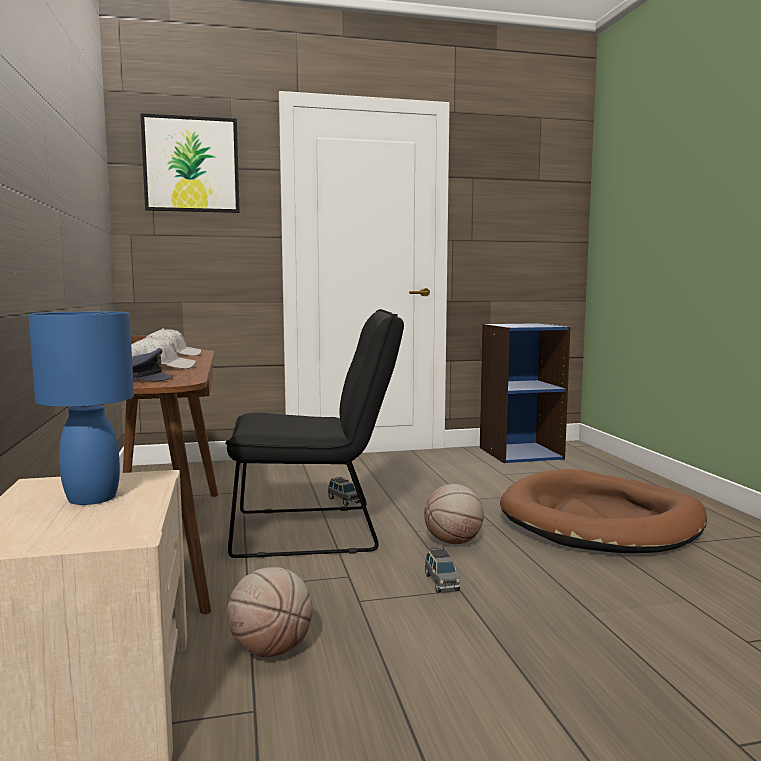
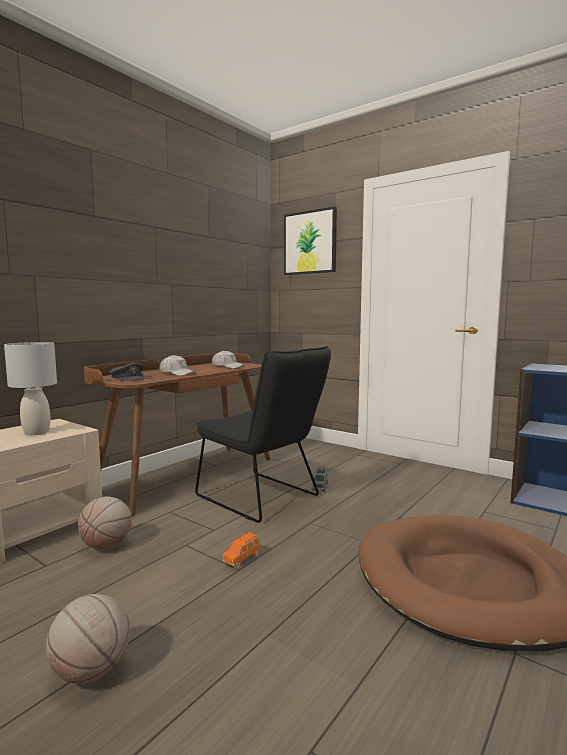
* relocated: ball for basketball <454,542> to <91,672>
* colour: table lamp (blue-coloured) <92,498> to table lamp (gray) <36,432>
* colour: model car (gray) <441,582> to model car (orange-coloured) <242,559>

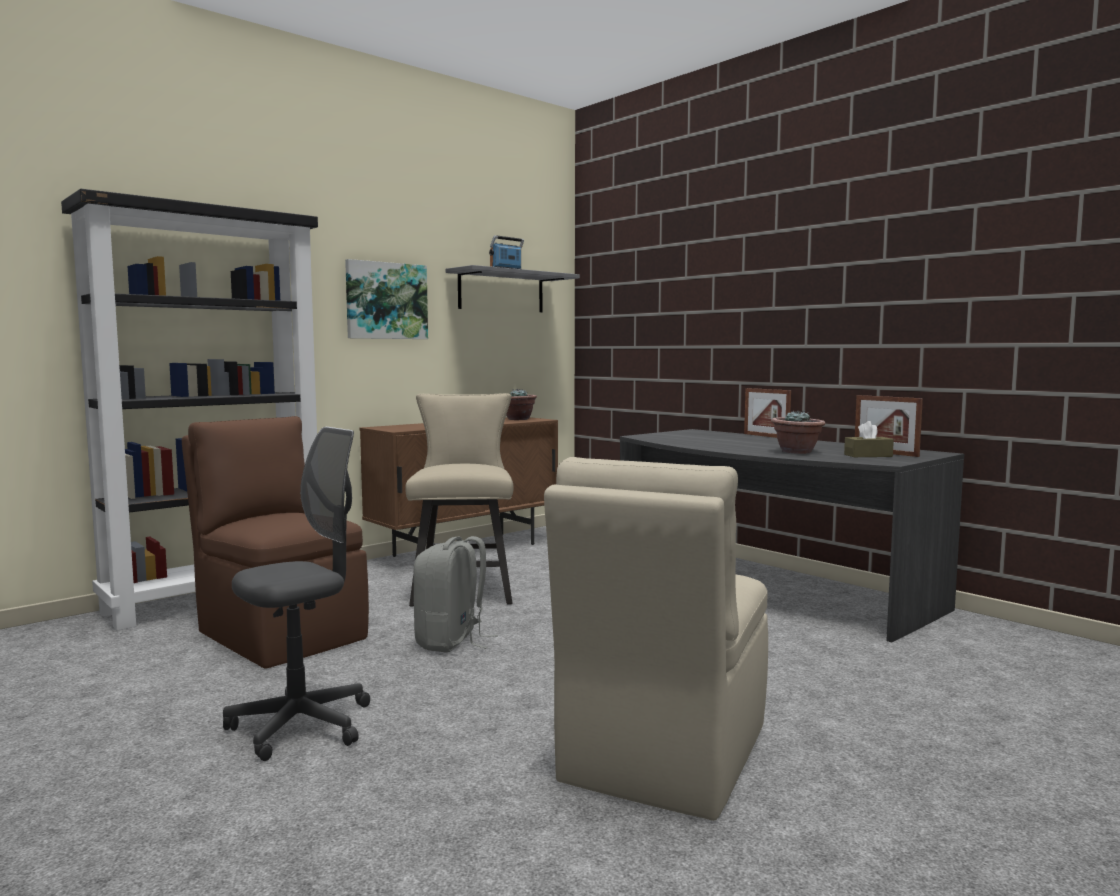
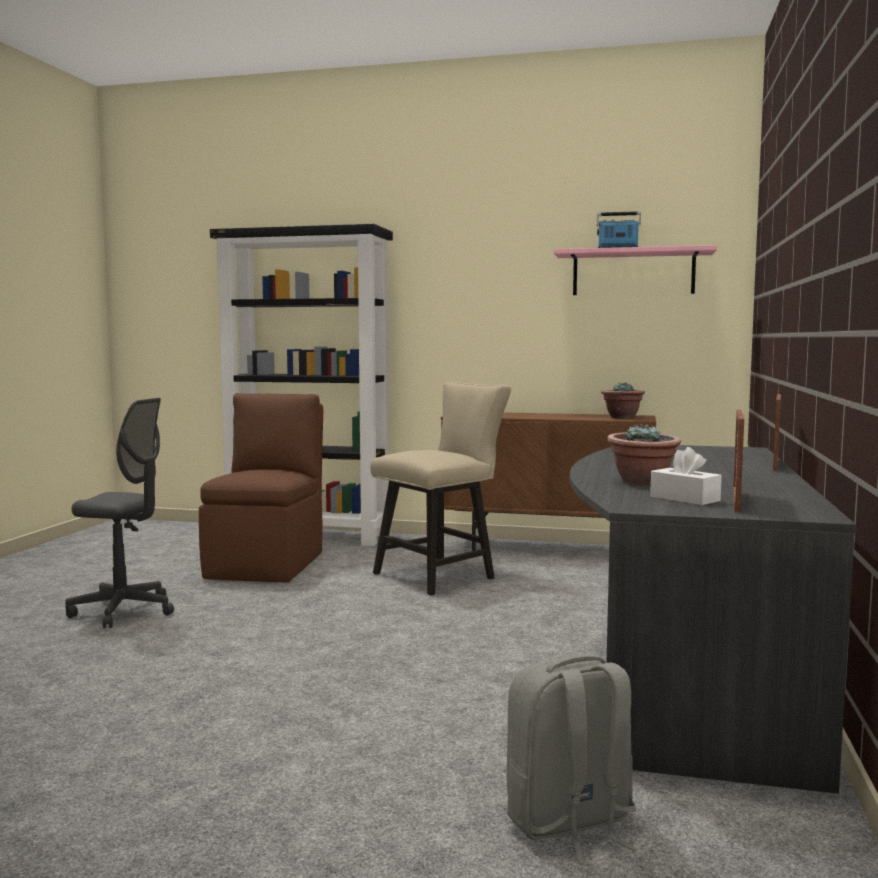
* missing: wall art <386,301>
* missing: plain chair (beige-coloured) <662,756>
* relocated: backpack (gray) <452,642> to <570,823>
* colour: shelf (gray) <501,292> to shelf (pinkish) <633,273>
* colour: tissue box (brown) <868,455> to tissue box (white) <684,498>

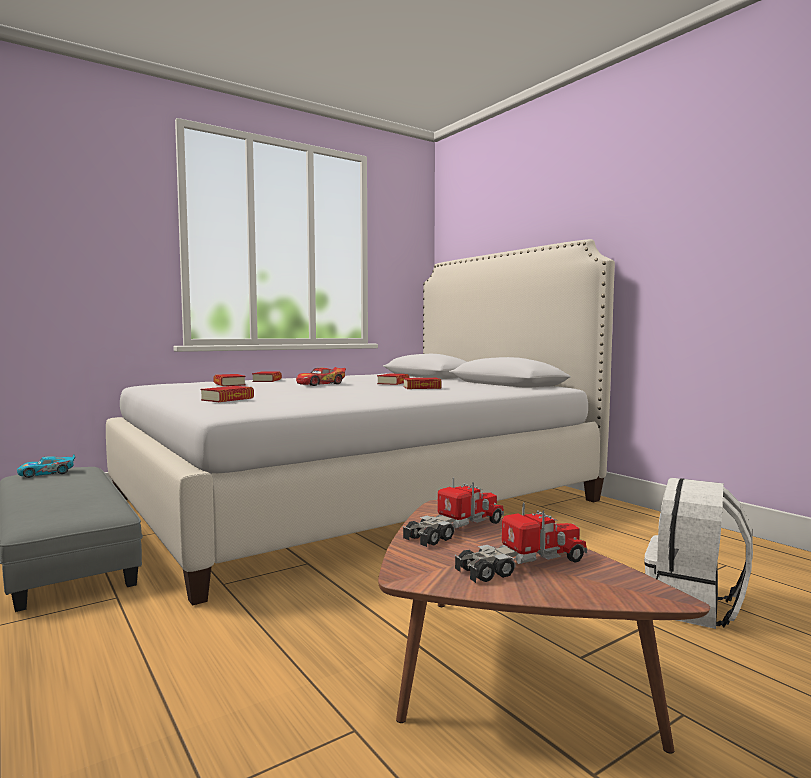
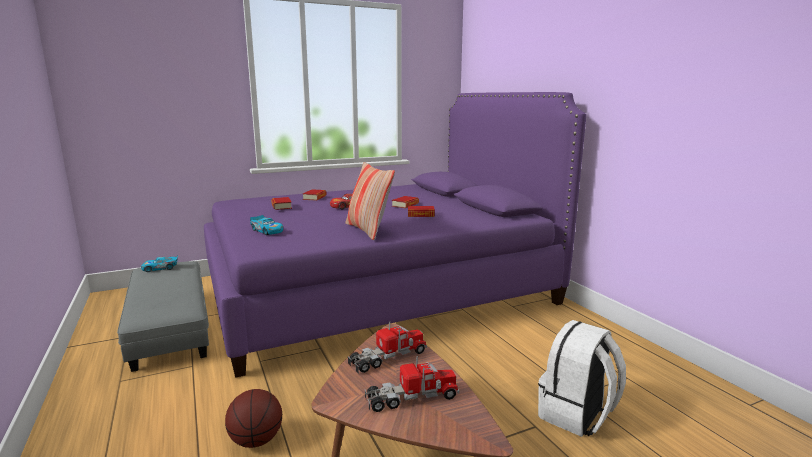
* appeared: ball for basketball <256,440>
* appeared: cushion <368,230>
* exchanged: book <227,399> to model car <267,231>
* colour: sleeping bed (white) <358,499> to sleeping bed (purplish) <378,289>

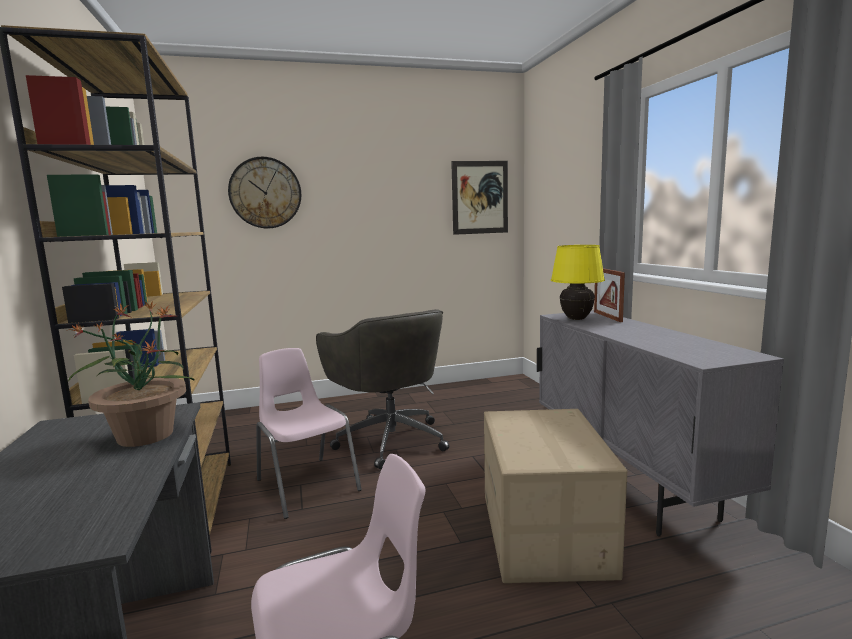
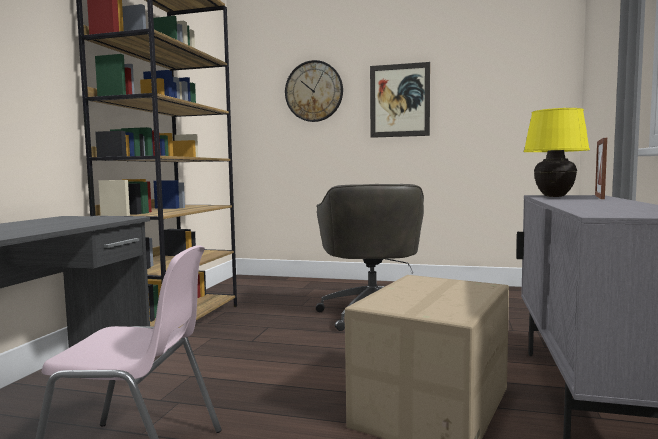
* missing: plant in a pot <145,435>
* missing: plain chair (pinkish) <306,485>
* relocated: wall art <480,197> to <399,100>

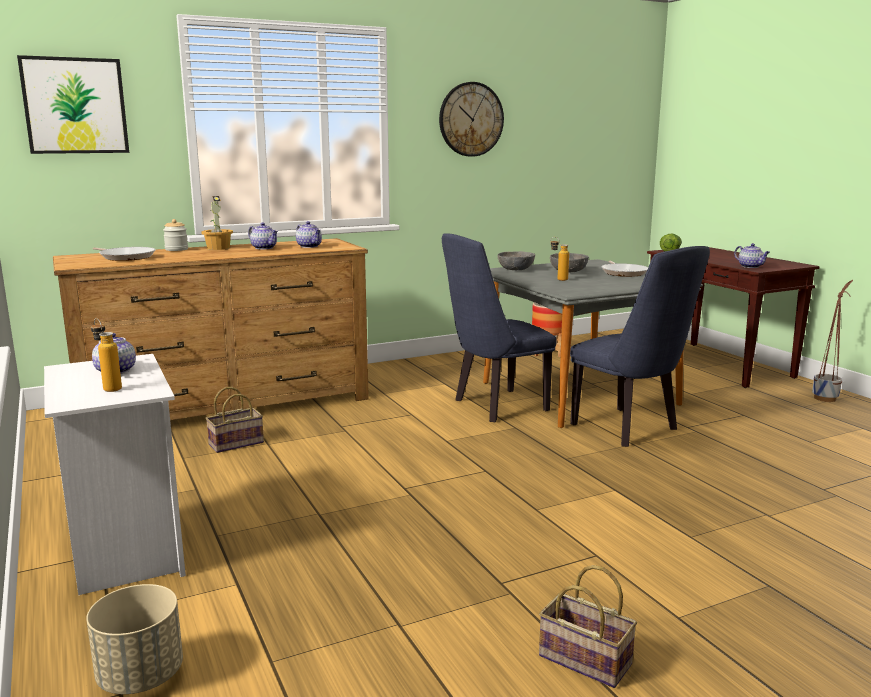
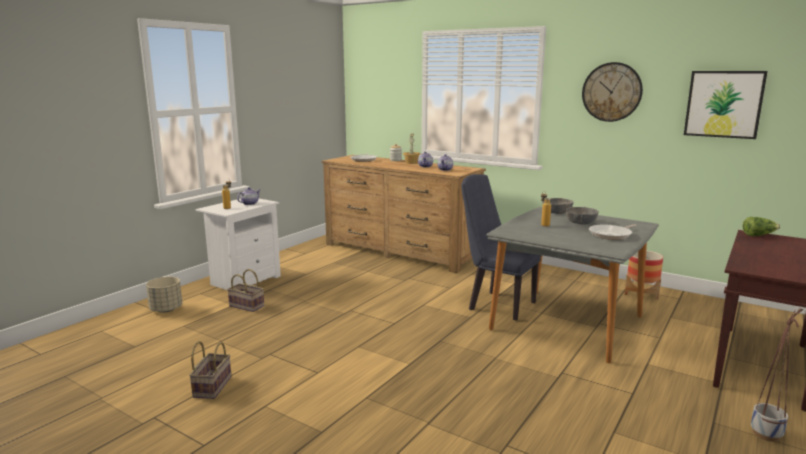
* missing: plain chair (blue-coloured) <630,429>
* missing: tea pot <750,266>
* relocated: wall art <75,106> to <723,104>
* relocated: storage basket <237,443> to <248,306>

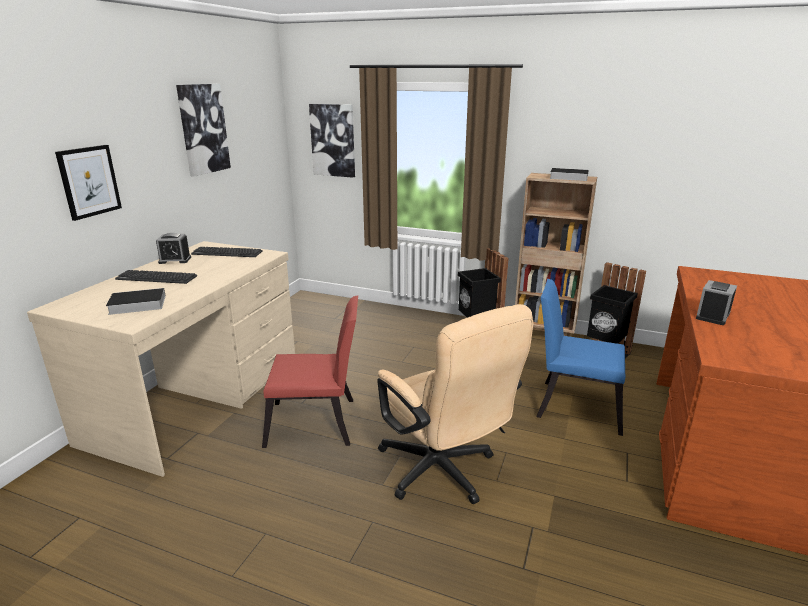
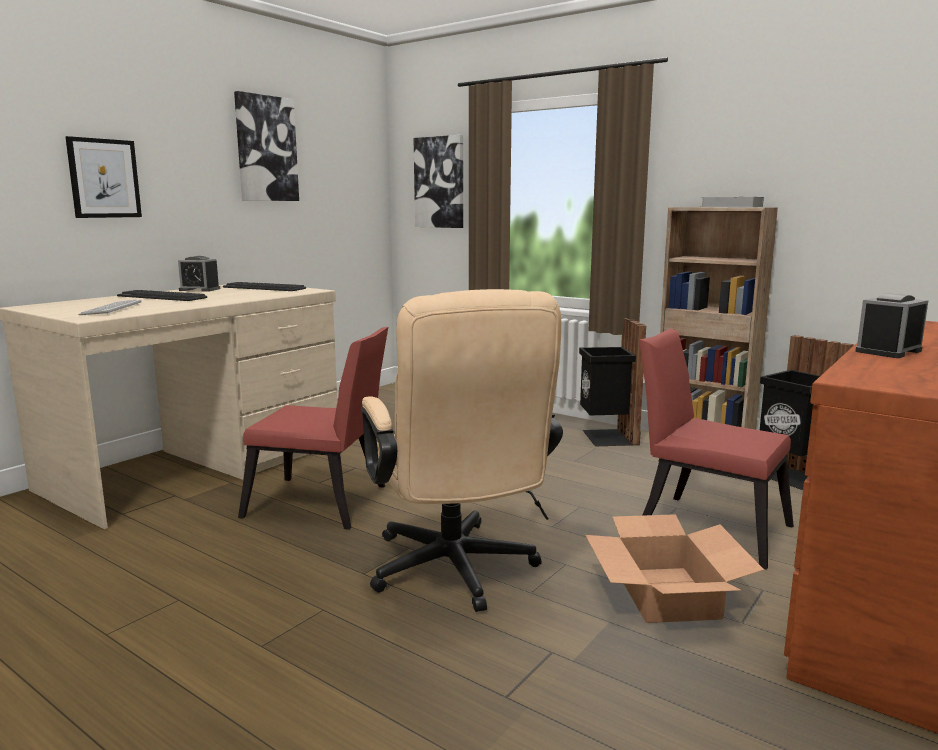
* appeared: cardboard box <666,594>
* exchanged: book <135,305> to keyboard <111,309>
* colour: plain chair (blue-coloured) <573,405> to plain chair (reddish) <705,526>

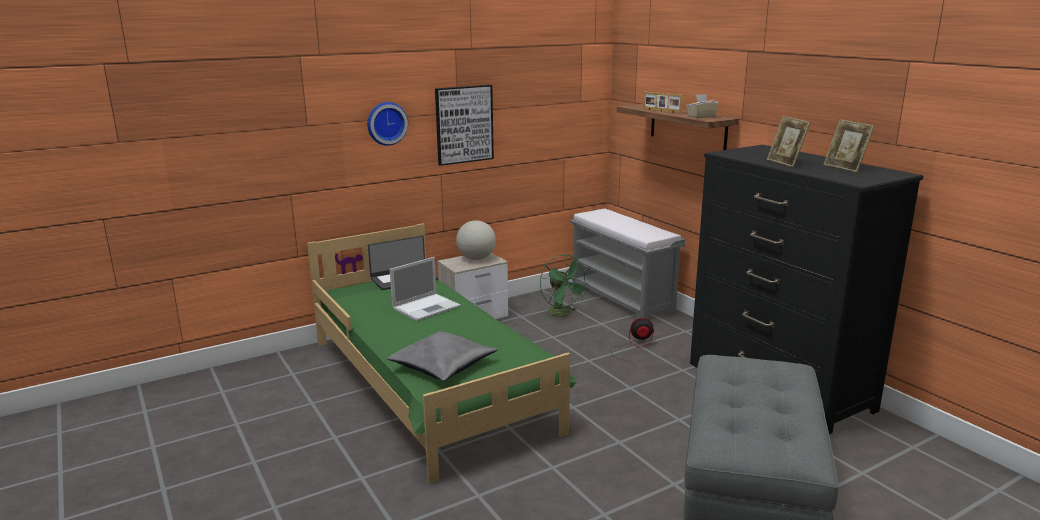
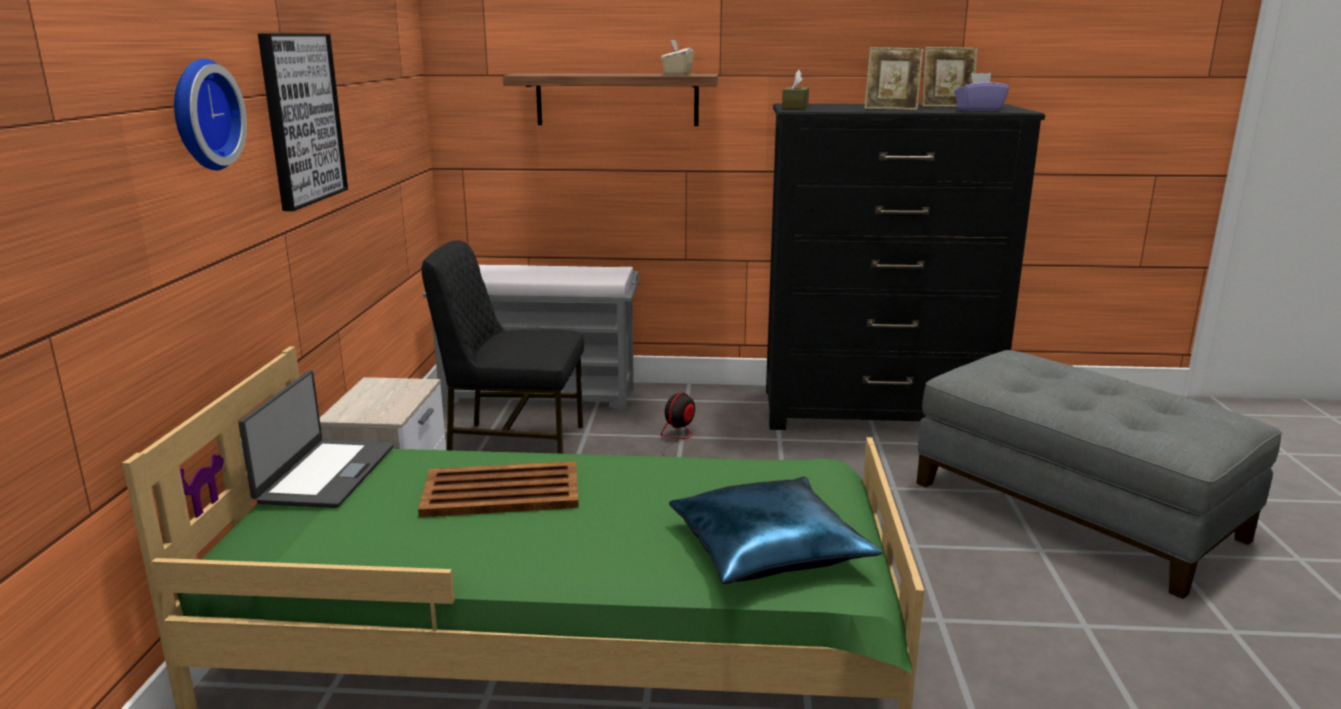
* missing: globe <476,258>
* missing: picture frame <661,111>
* appeared: tissue box (brown) <795,107>
* appeared: tissue box (purplish) <978,110>
* exchanged: notebook computer <427,307> to tray (brown) <500,491>
* exchanged: cooling fan (greenish) <562,314> to plain chair (black-coloured) <514,445>
* colour: cushion (gray) <443,365> to cushion (blue-coloured) <767,547>

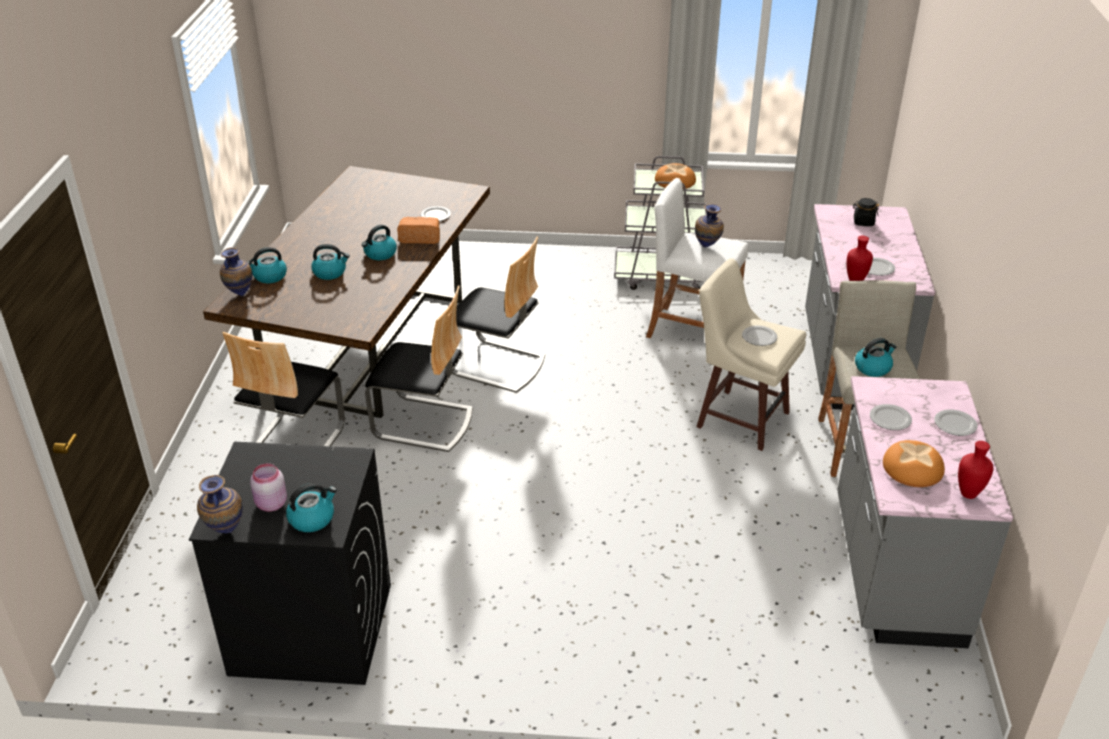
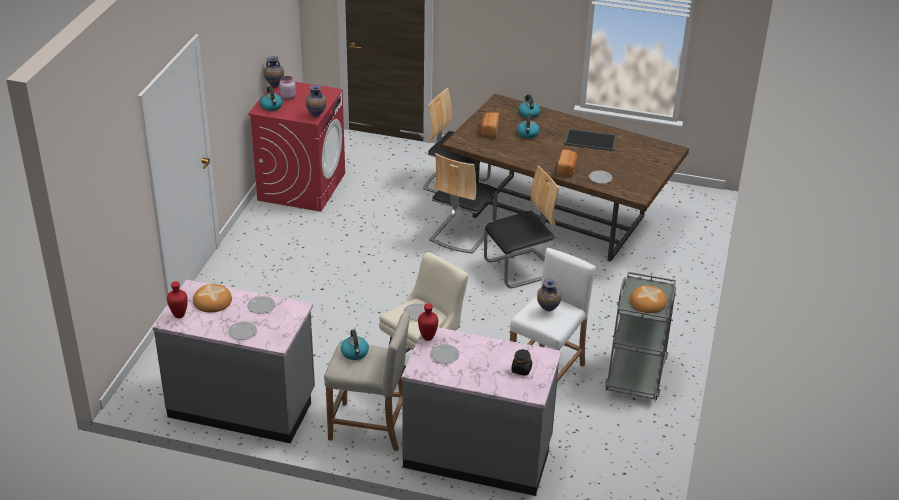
* missing: kettle <380,254>
* appeared: bakery bread <489,130>
* appeared: tray <591,140>
* relocated: vase <239,294> to <317,116>
* colour: laundry appliance (black-coloured) <310,629> to laundry appliance (reddish) <302,186>
* spun: plain chair <497,365> = <520,269> 150 degrees counterclockwise

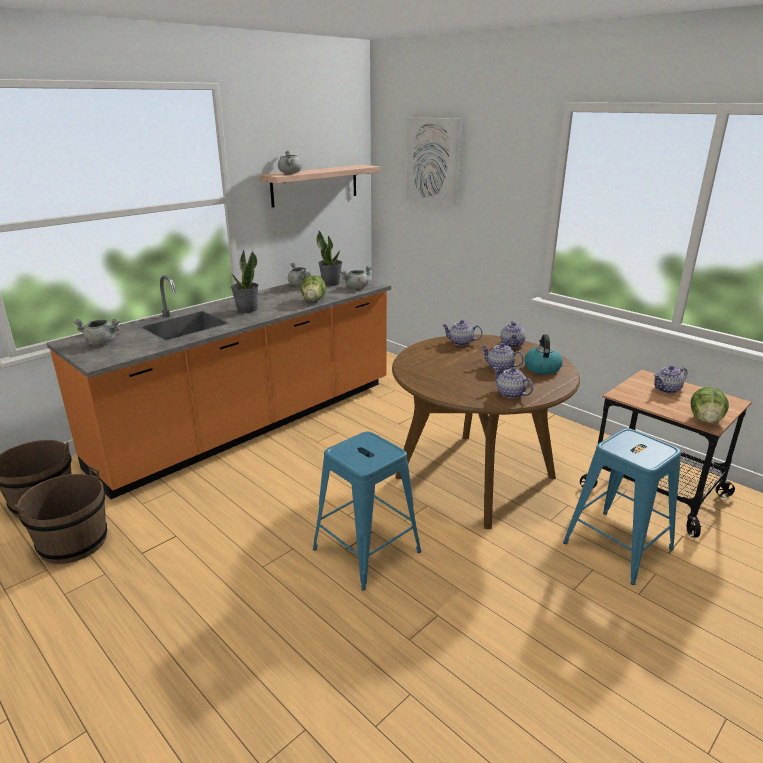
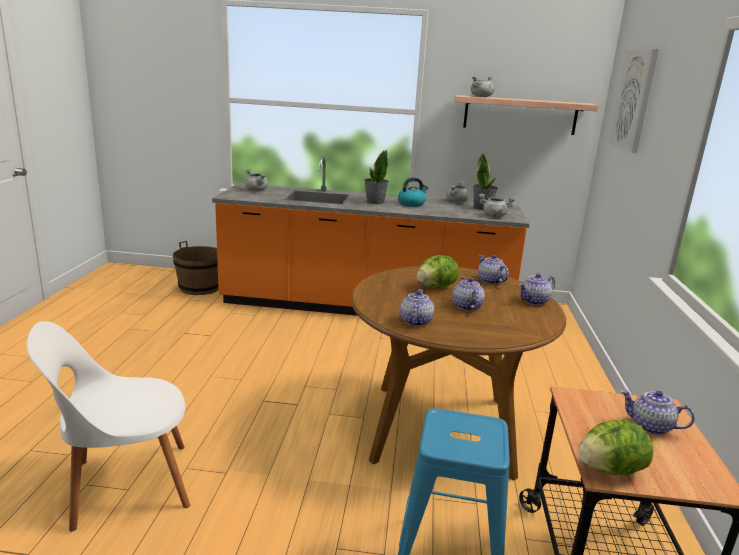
* missing: water bucket (brown) <73,542>
* missing: sitting stool (blue-coloured) <367,550>
* appeared: plain chair (white) <125,485>
* relocated: lettuce head <314,300> to <436,287>
* relocated: kettle <542,368> to <412,204>

